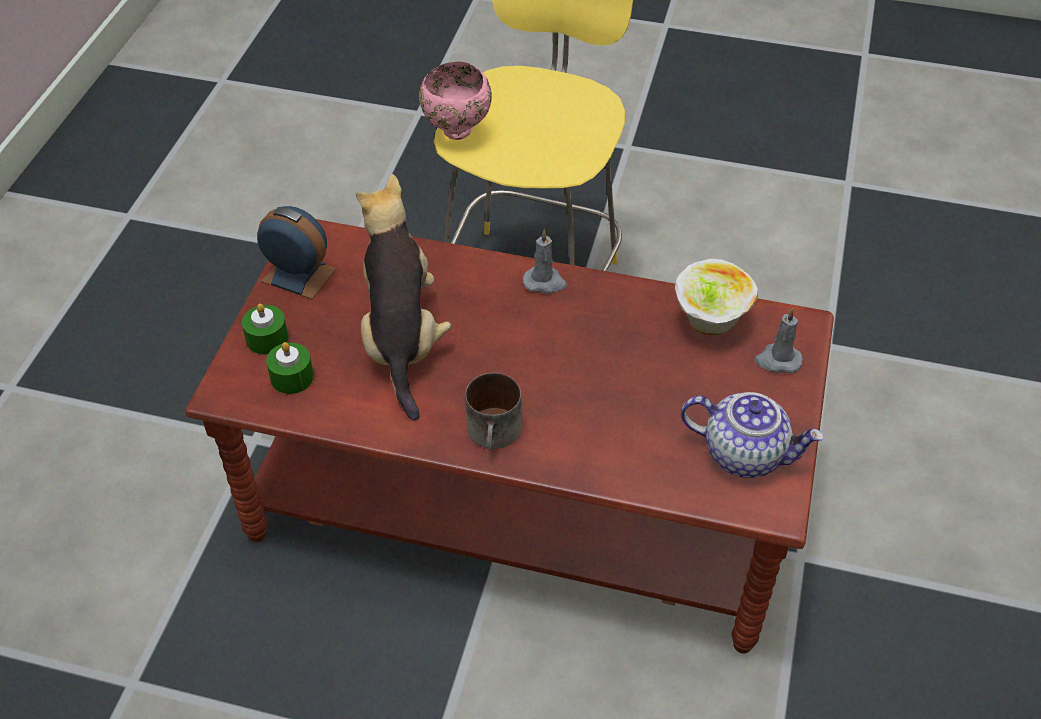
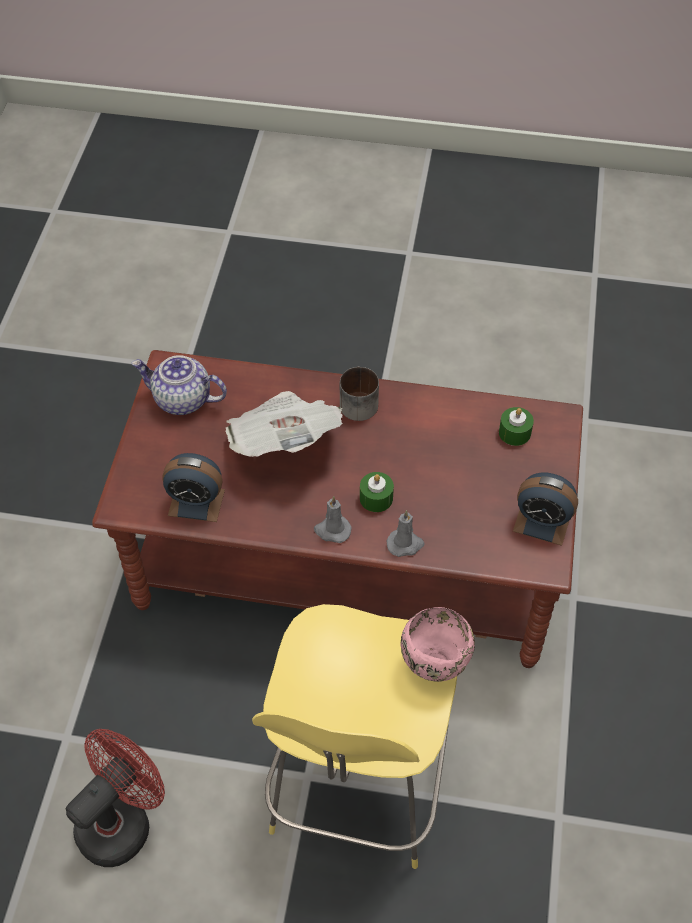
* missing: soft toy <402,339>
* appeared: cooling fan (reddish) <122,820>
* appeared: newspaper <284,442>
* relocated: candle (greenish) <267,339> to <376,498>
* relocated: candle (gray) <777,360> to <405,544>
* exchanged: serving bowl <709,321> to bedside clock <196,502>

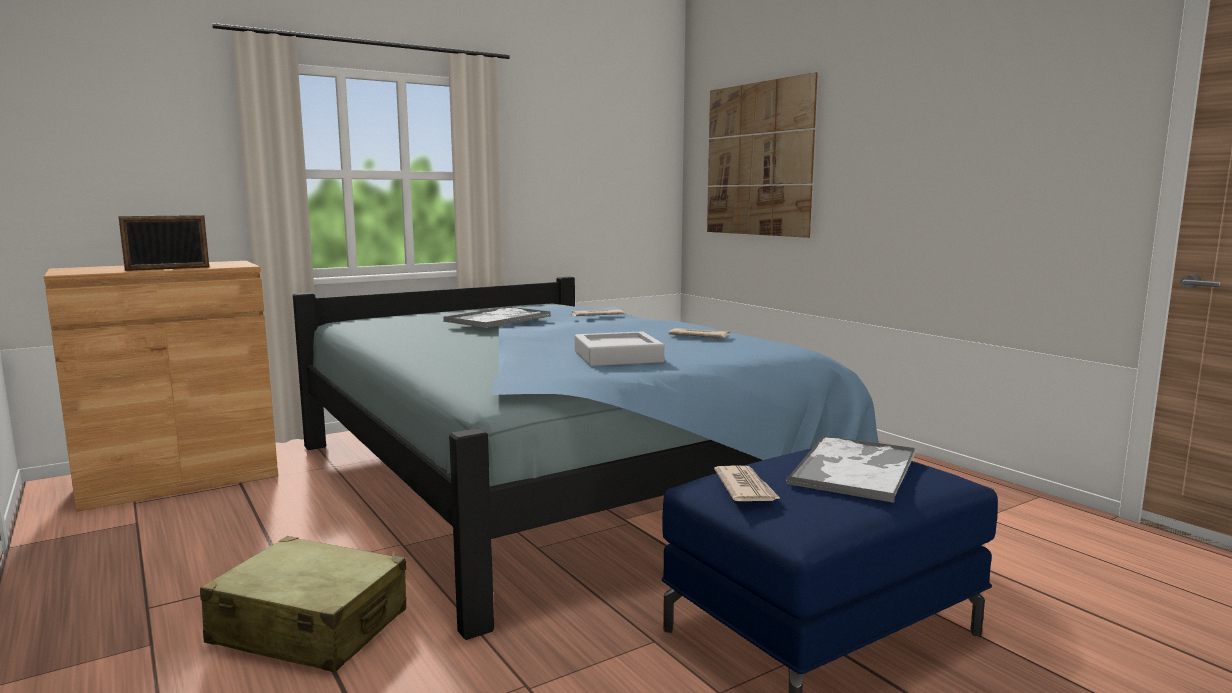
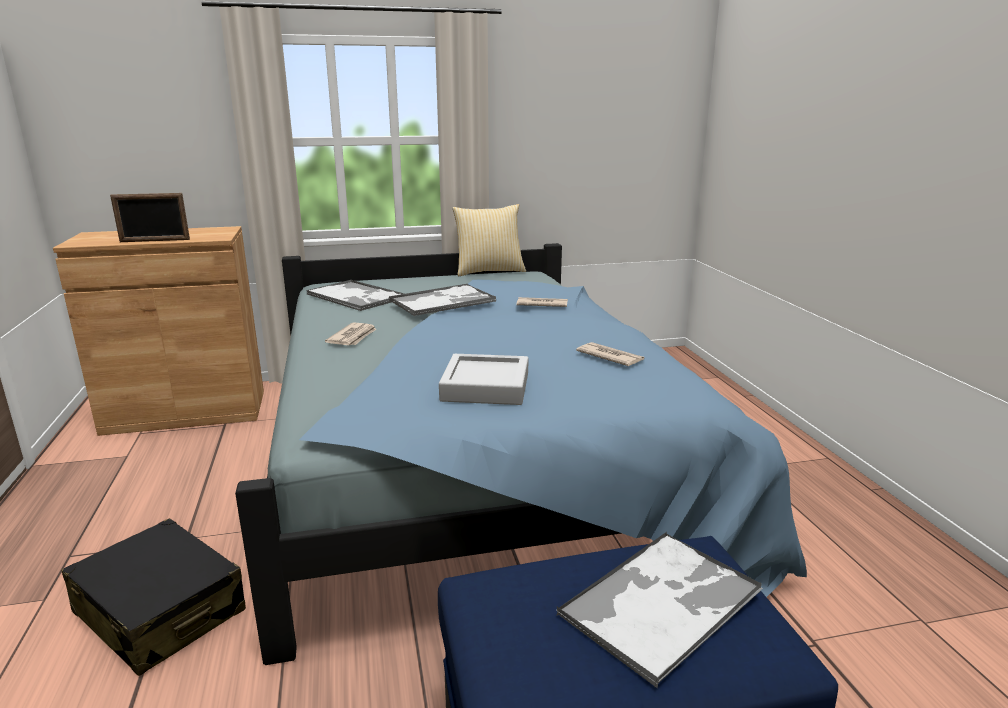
* missing: wall art <758,159>
* appeared: tray <356,296>
* appeared: cushion <489,271>
* relocated: newspaper <745,488> to <353,337>
* colour: travel case (beige-coloured) <310,627> to travel case (black-coloured) <160,612>

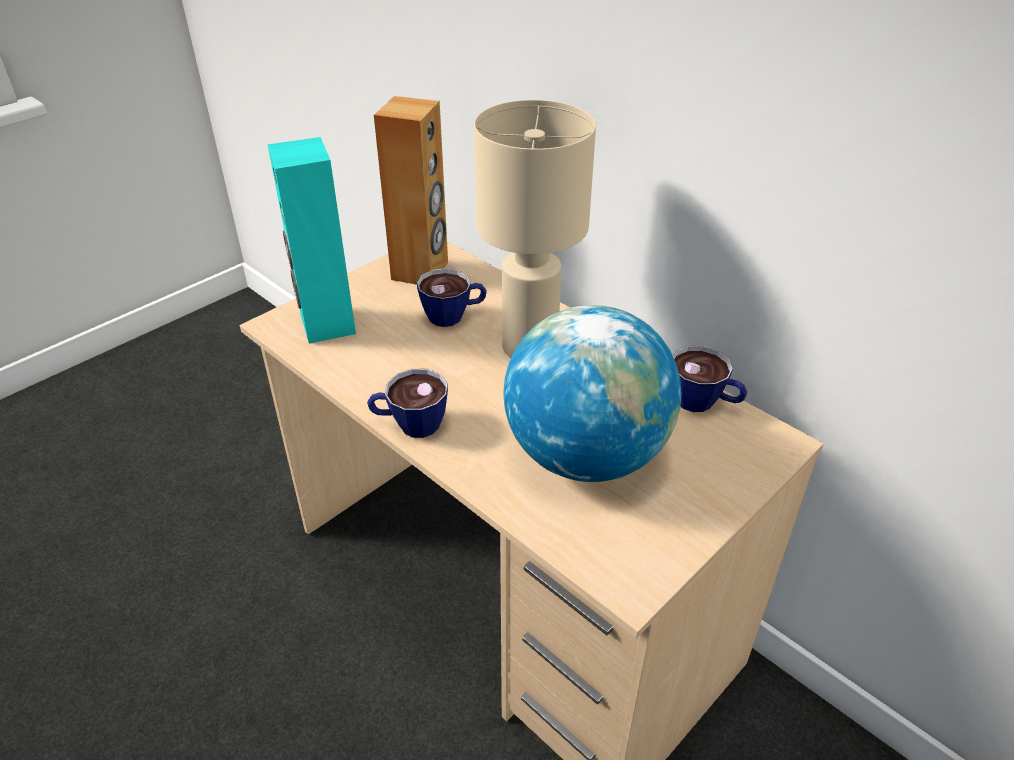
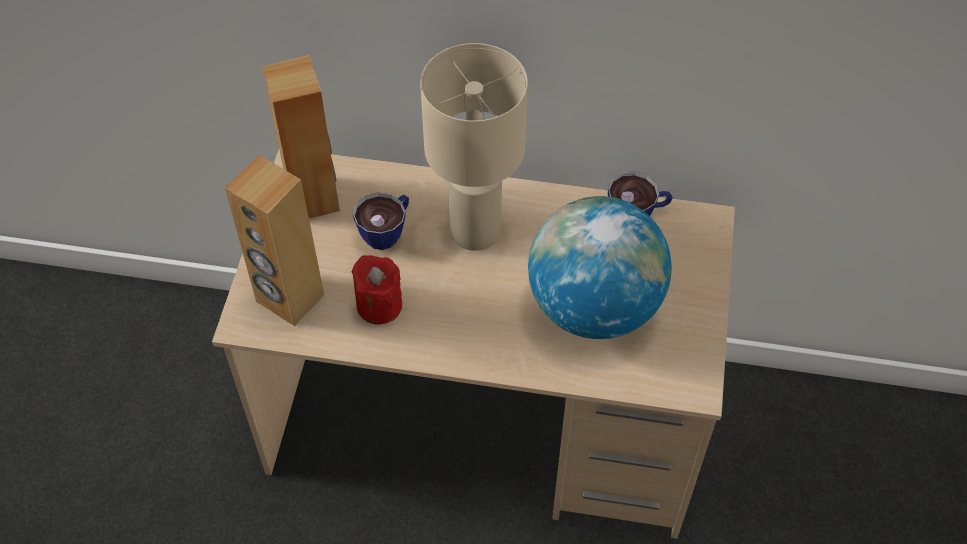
* missing: drinking cup <409,424>
* appeared: candle (reddish) <379,305>
* colour: loudspeaker (turquoise-coloured) <326,324> to loudspeaker (brown) <289,298>

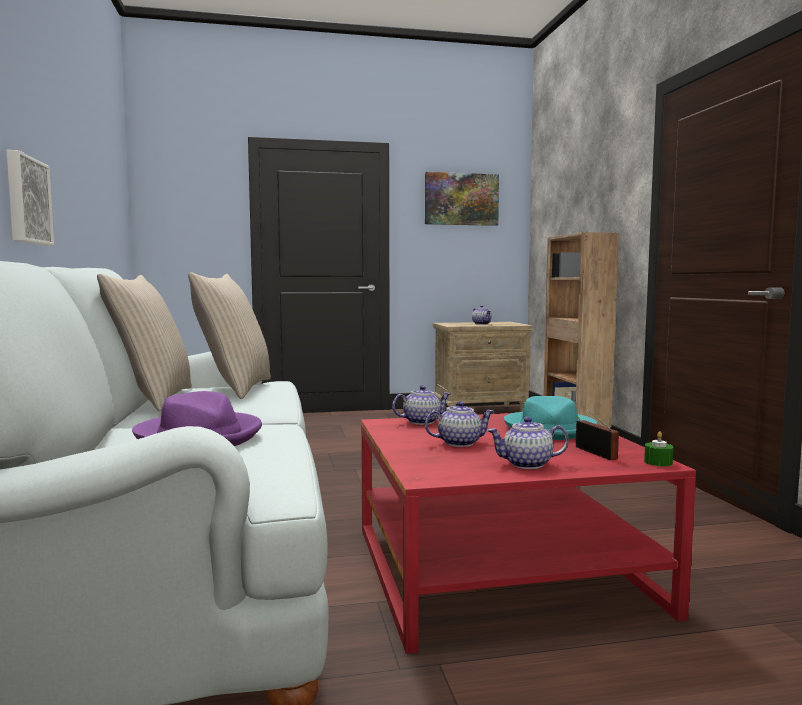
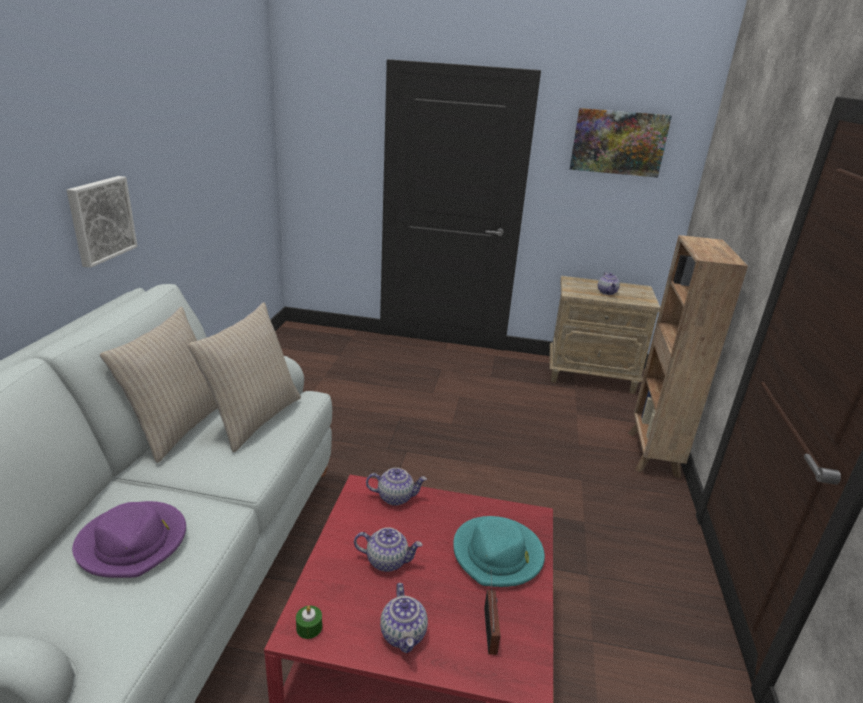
* relocated: candle (greenish) <658,462> to <309,627>
* spun: tea pot <527,464> = <404,634> 120 degrees counterclockwise

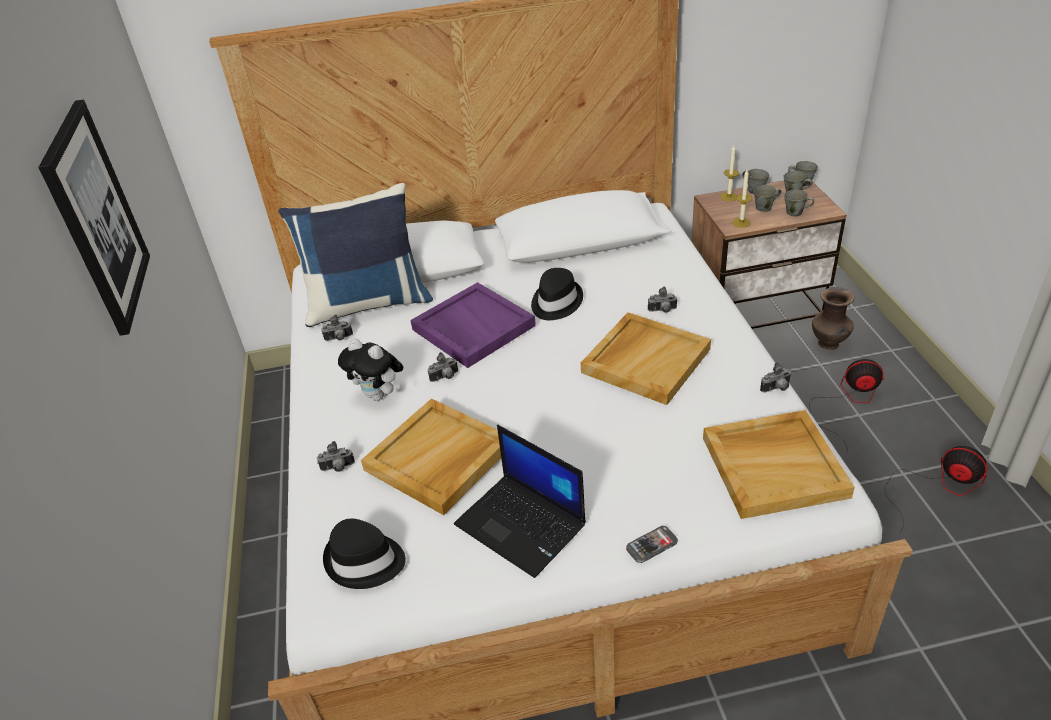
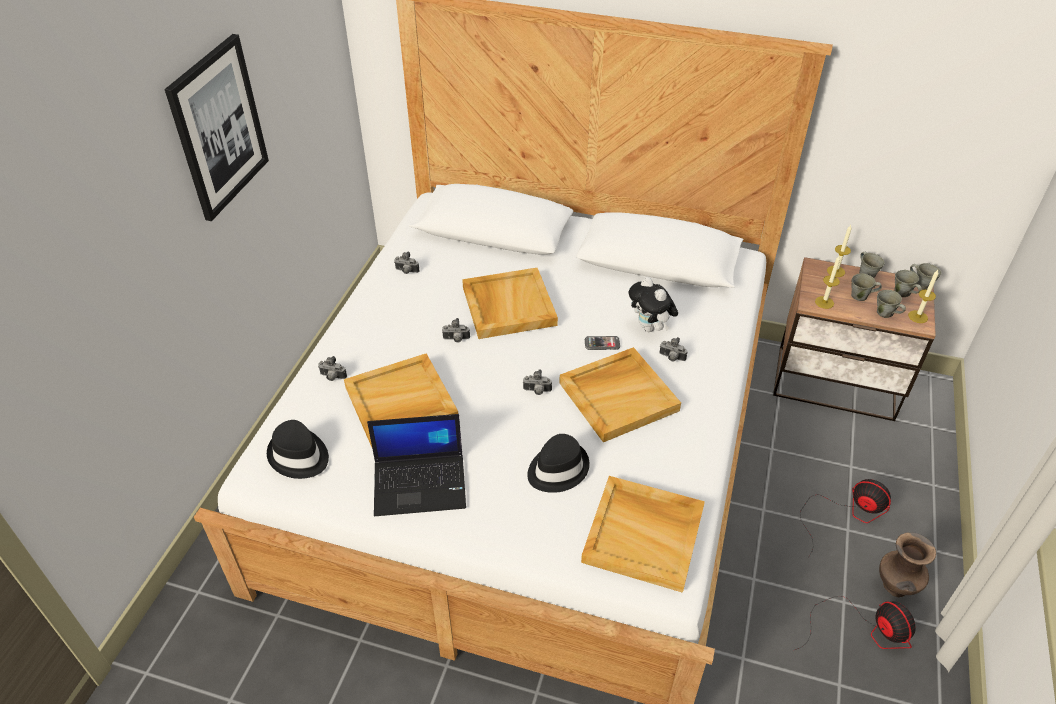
* missing: cushion (blue-coloured) <368,303>
* appeared: candle <918,316>
* relocated: soft toy <379,395> to <650,328>
* relocated: hat (black-coloured) <555,302> to <557,469>
* relocated: phone <651,545> to <602,344>
* relocated: photo camera <776,389> to <537,391>
* relocated: vase (brown) <829,344> to <895,588>
* colour: tray (purplish) <472,327> to tray (beige-coloured) <508,305>
* spun: notebook computer <522,525> = <421,484> 75 degrees counterclockwise

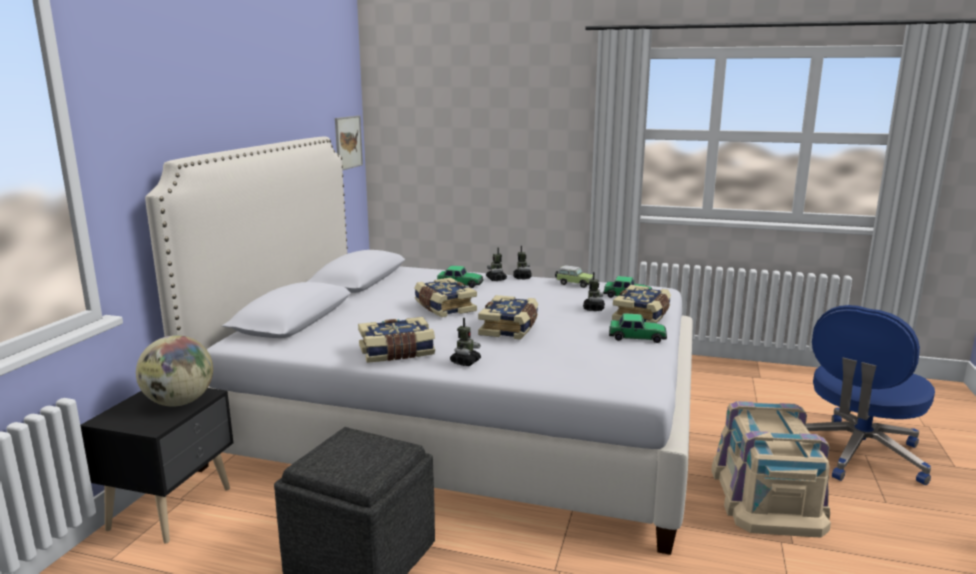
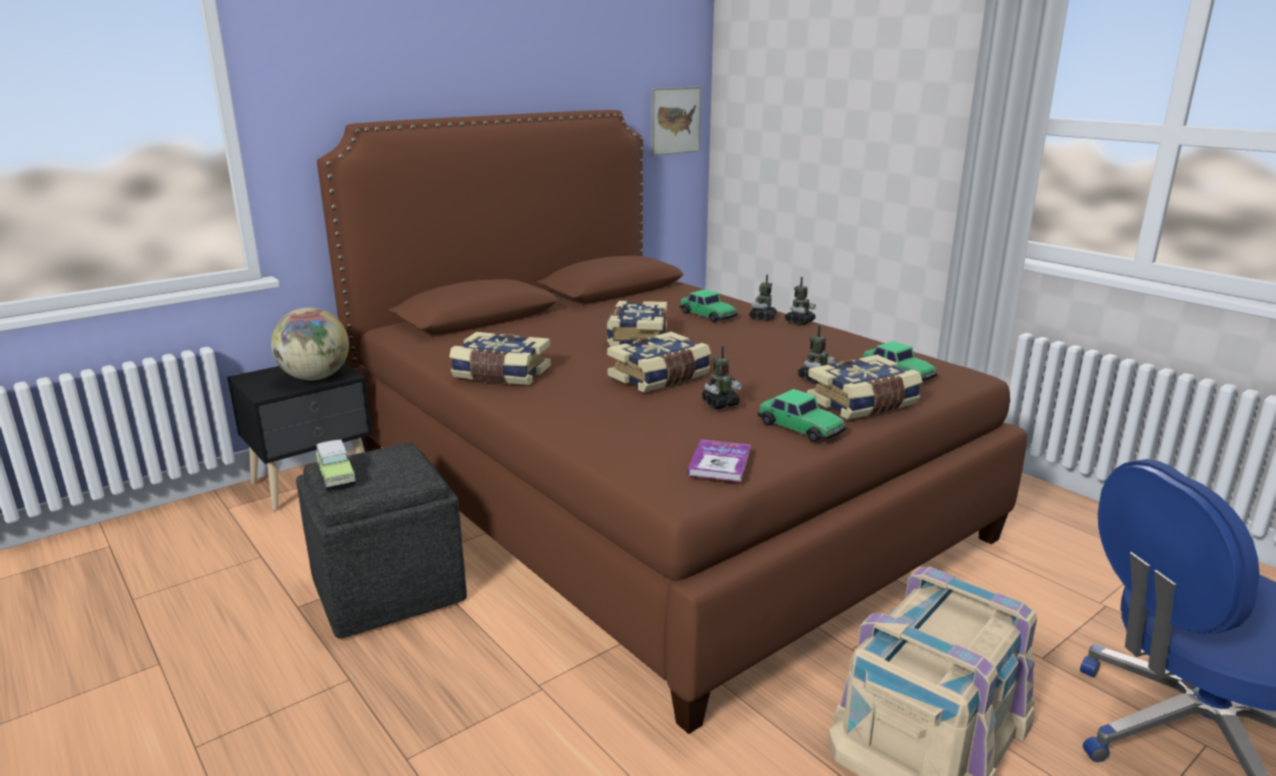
* appeared: book <719,462>
* relocated: toy robot <465,362> to <720,404>
* relocated: model car <574,284> to <336,477>
* colour: sleeping bed (white) <461,425> to sleeping bed (brown) <648,492>

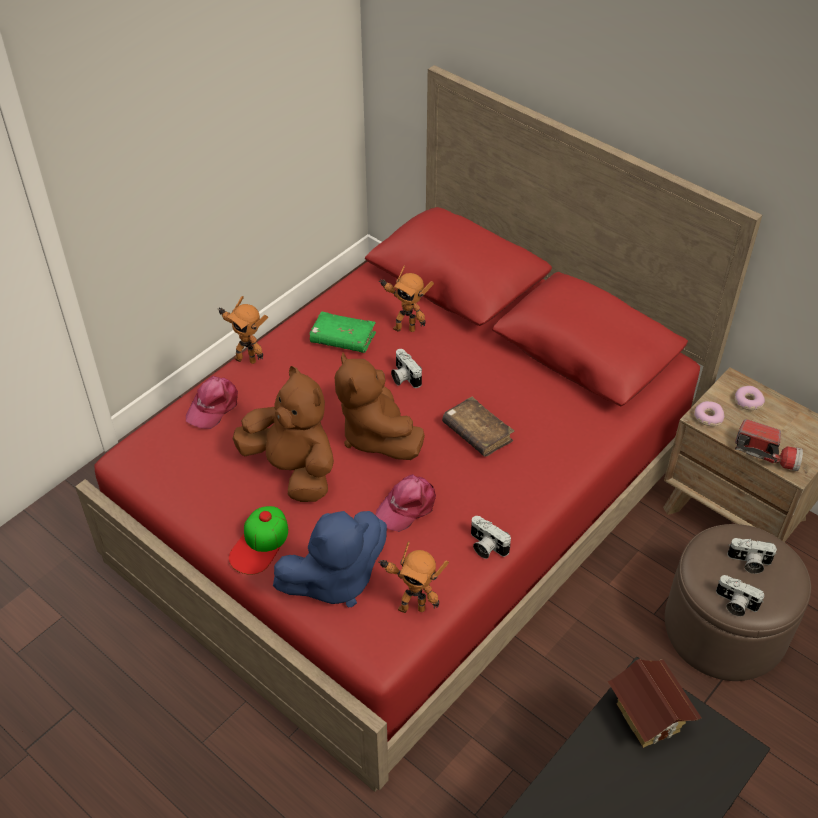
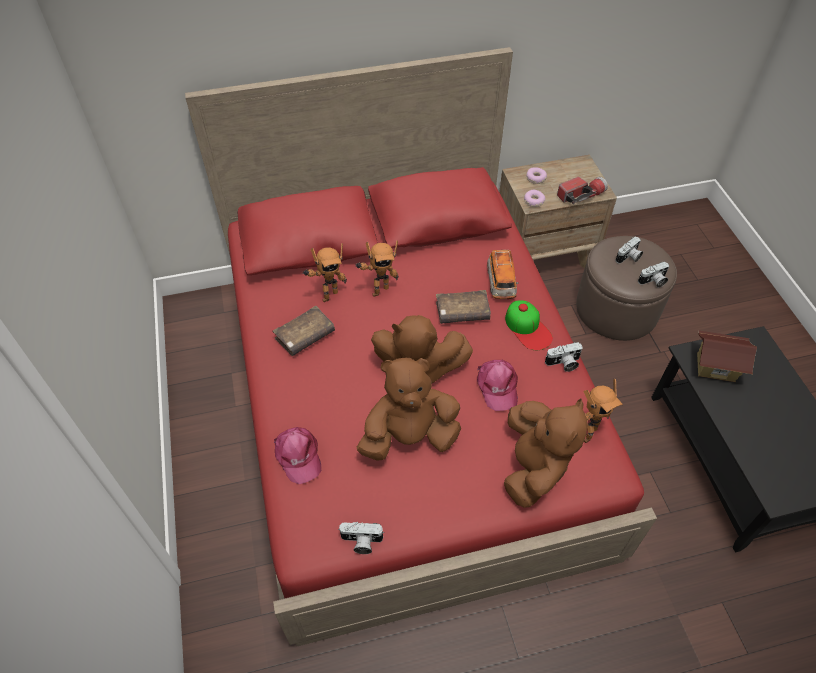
* appeared: model car <500,283>
* relocated: toy robot <246,358> to <378,290>
* relocated: baseball cap <260,543> to <528,328>
* relocated: photo camera <403,377> to <361,542>
* colour: soft toy (blue-coloured) <334,580> to soft toy (brown) <533,466>
* colour: book (greenish) <342,339> to book (brown) <305,336>

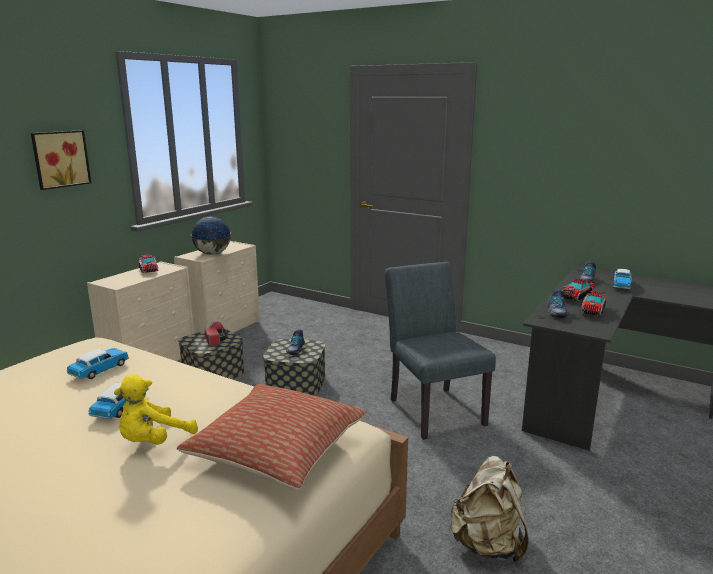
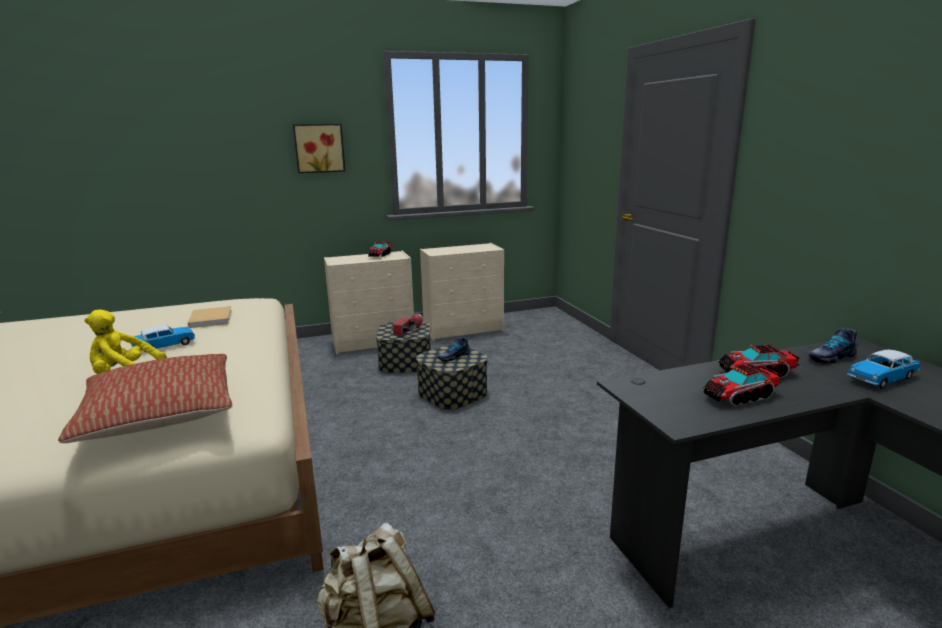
* missing: globe <212,254>
* missing: plain chair (gray) <432,408>
* missing: low shoe <556,312>
* exchanged: model car <100,370> to book (beige-coloured) <211,318>

